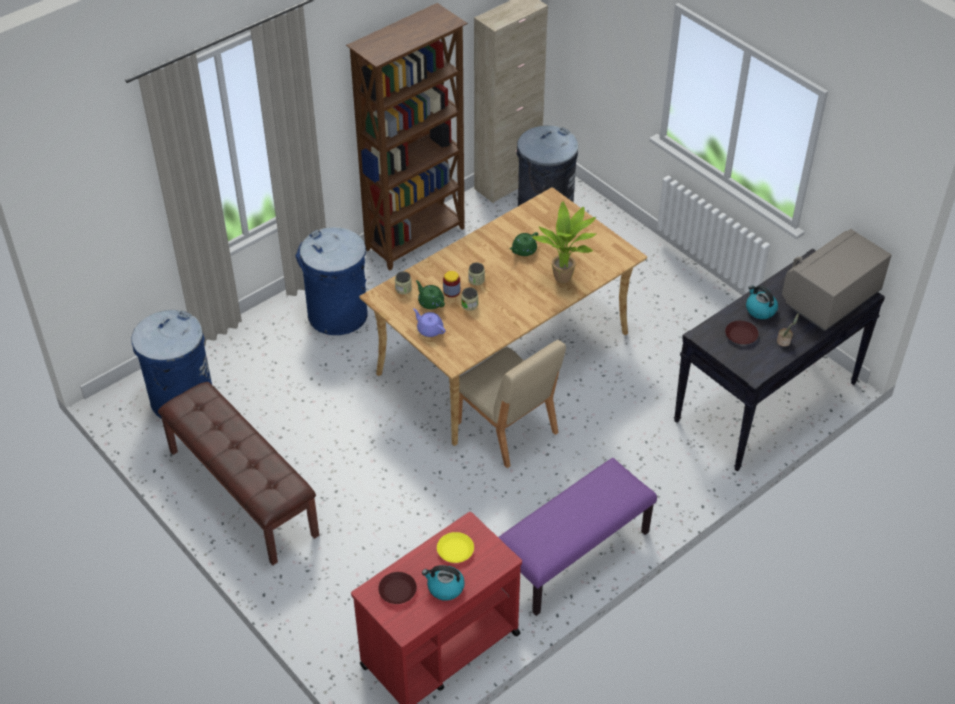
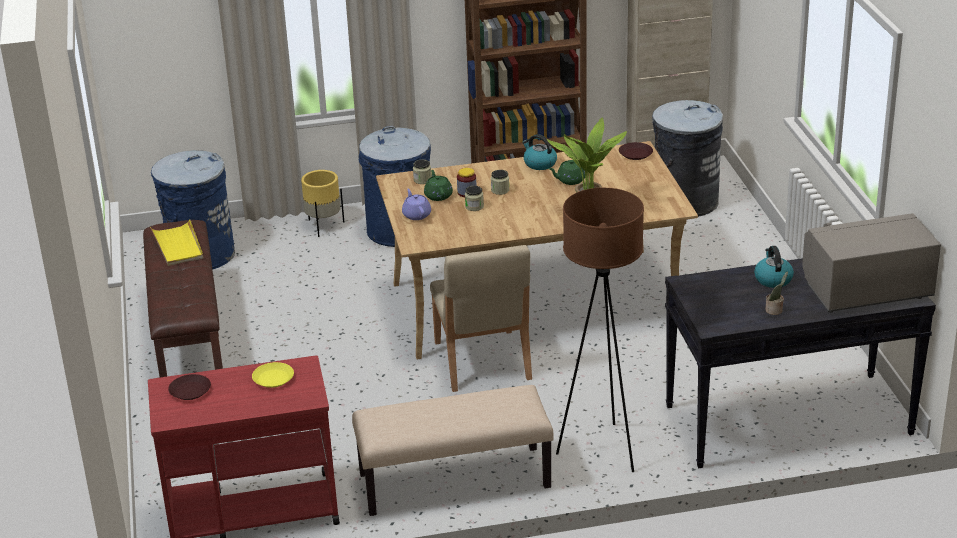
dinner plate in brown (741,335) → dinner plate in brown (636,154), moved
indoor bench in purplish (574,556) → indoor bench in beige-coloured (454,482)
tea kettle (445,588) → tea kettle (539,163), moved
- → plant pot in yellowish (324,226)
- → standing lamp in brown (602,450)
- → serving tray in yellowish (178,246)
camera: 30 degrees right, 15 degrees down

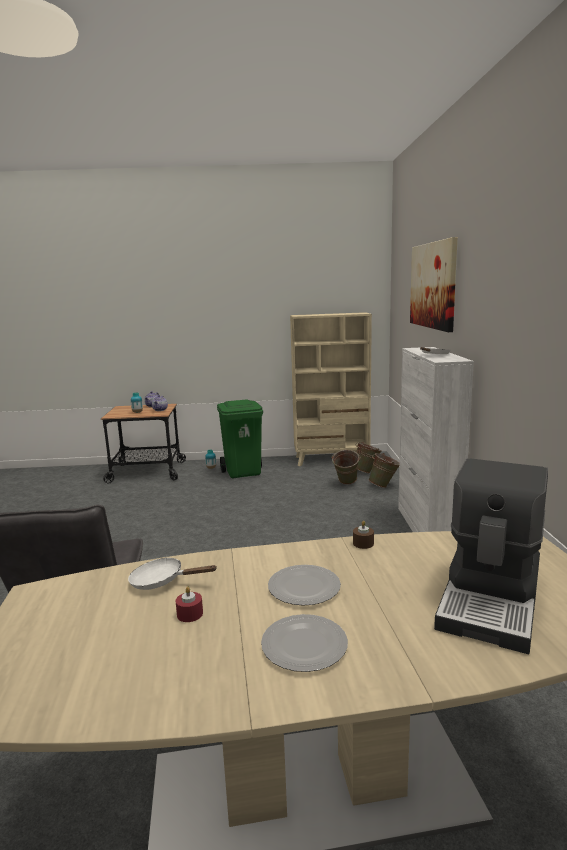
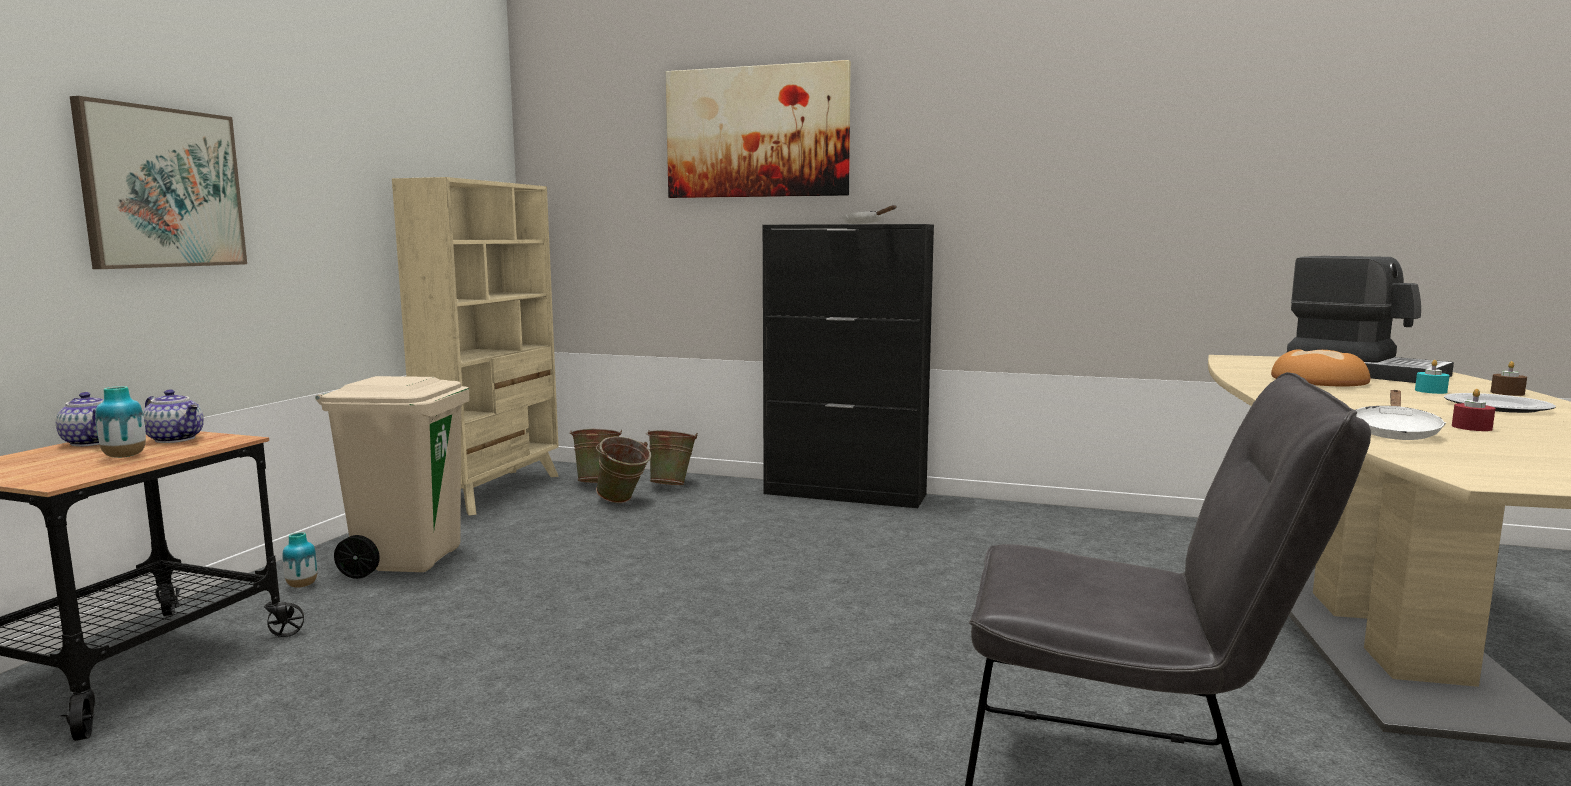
storage cabinet in white (427,529) → storage cabinet in black-coloured (845,494)
rubbish bin in greenish (243,472) → rubbish bin in beige-coloured (408,560)
wax light in brown (363,543) → wax light in brown (1507,393), moved
dinner plate (303,587) → -
- → picture (162,188)
- → bread (1319,381)
- → wax light in turquoise-coloured (1430,391)
camera: 70 degrees left, 5 degrees down

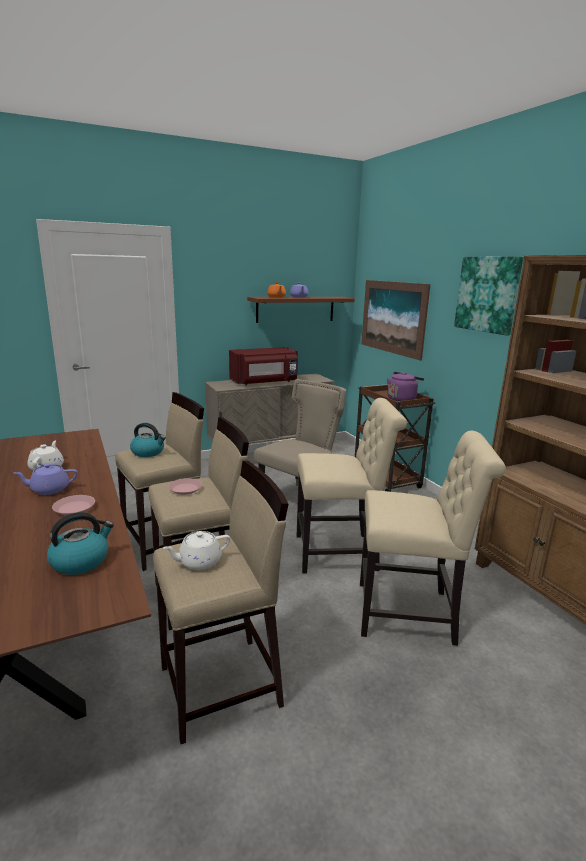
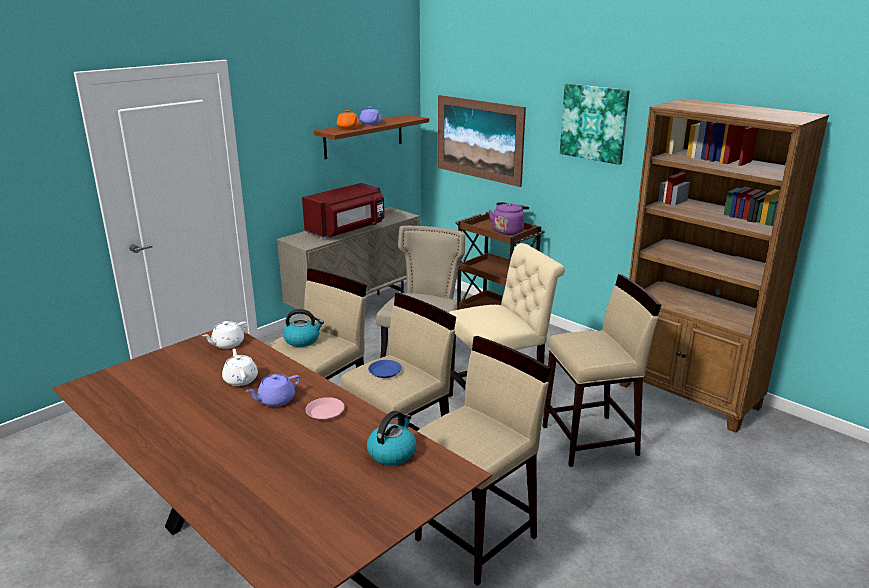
upright chair in beige-coloured (411,614) → sitting stool in beige-coloured (591,441)
dinner plate in pink-coloured (185,489) → dinner plate in bluish (385,371)
tea pot in white (199,562) → tea pot in white (227,344), moved
camera: 20 degrees left, 5 degrees up

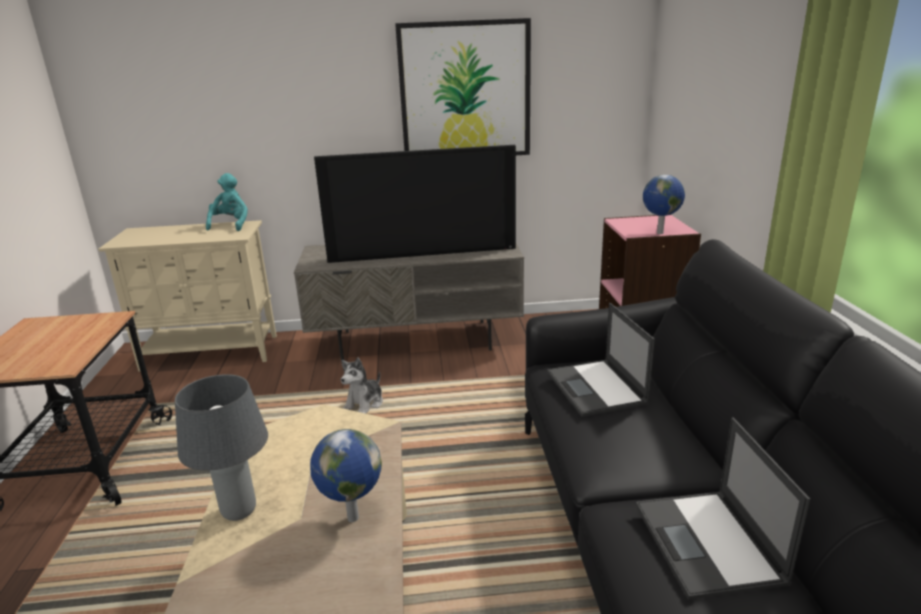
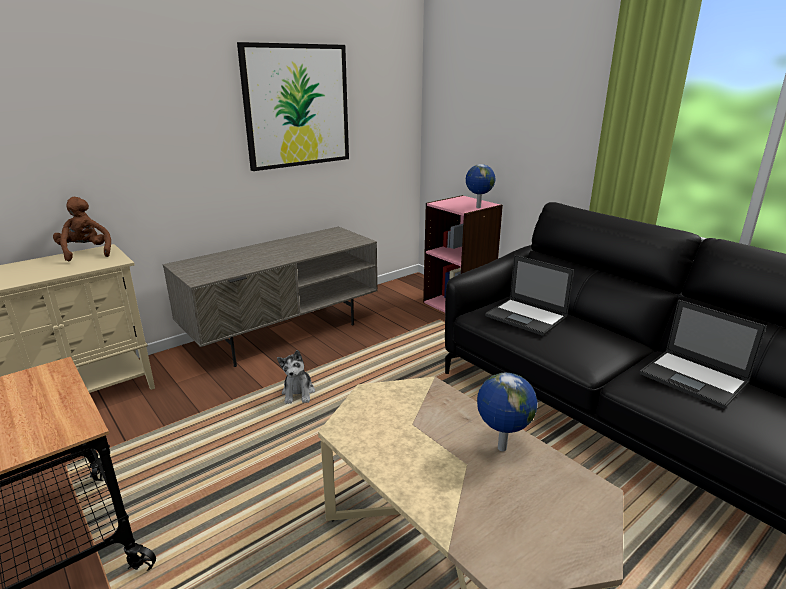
TV (423,251) → -
soft toy in turquoise-coloured (231,225) → soft toy in brown (86,253)
lamp for a table in grey (240,511) → -
camera: 35 degrees left, 0 degrees up

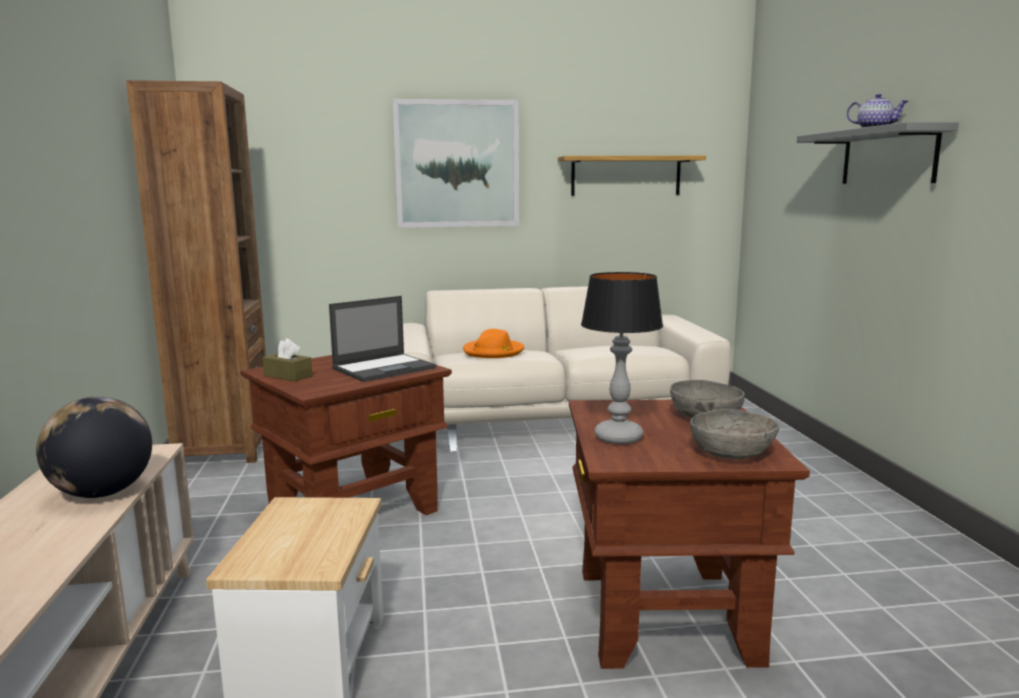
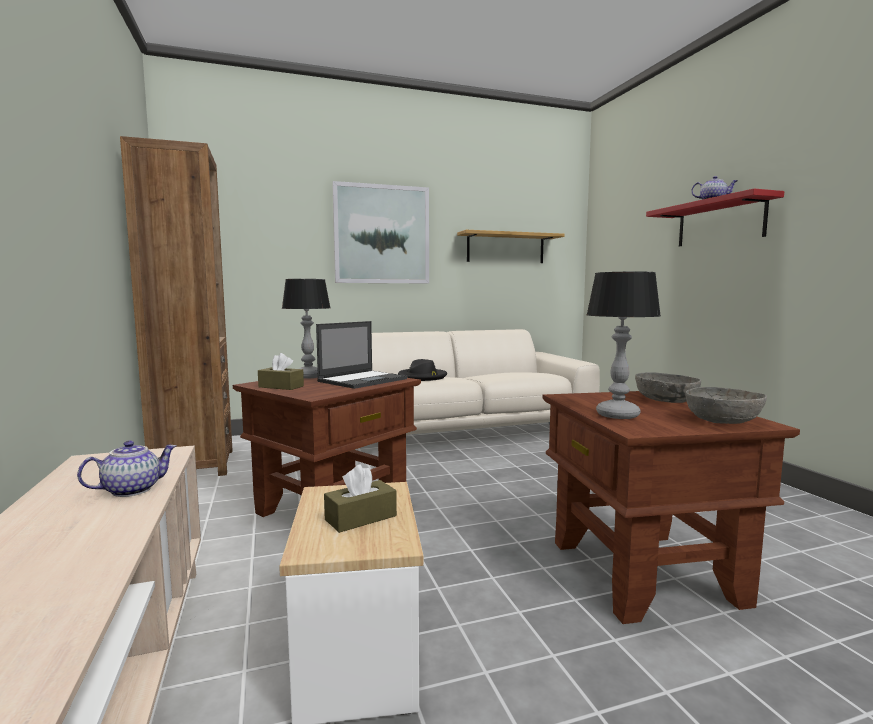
bracket shelf in grey (888,156) → bracket shelf in red-coloured (720,222)
clothing hat in orange-coloured (493,352) → clothing hat in black-coloured (422,377)
world globe (102,493) → tea pot (132,490)
- → lamp for a table (309,376)
- → tissue holder in brown (361,518)
camera: 10 degrees left, 5 degrees down

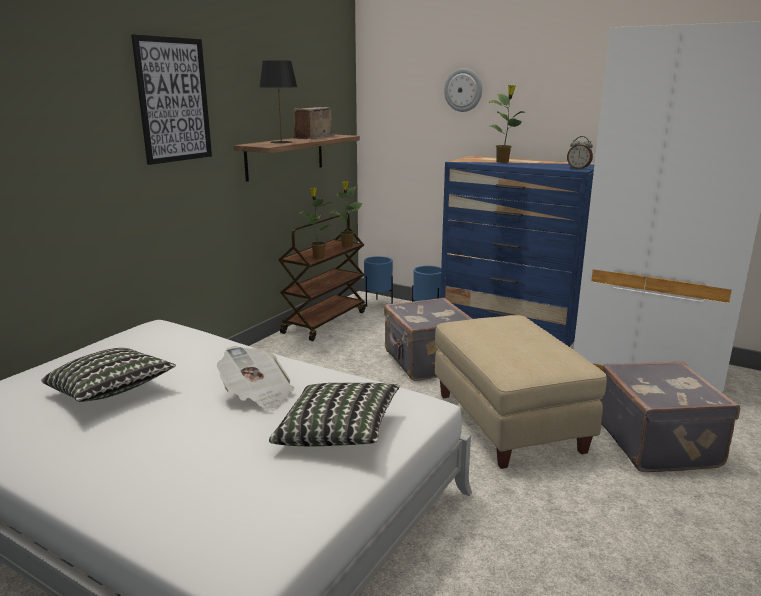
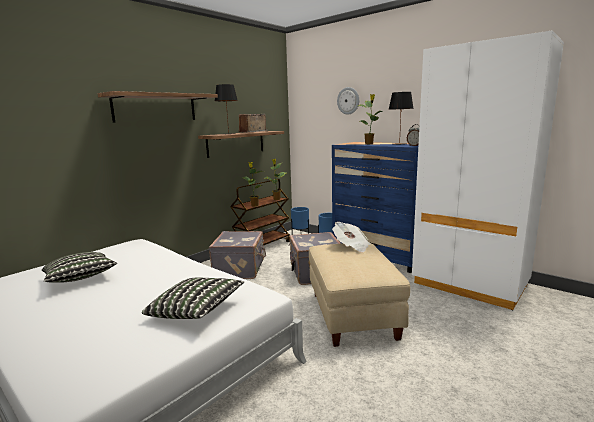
picture (173,100) → bracket shelf (155,108)
newspaper (257,395) → newspaper (351,246), moved
piece of luggage in grey (658,443) → piece of luggage in grey (240,269), moved
- → lamp for a table in black-coloured (399,144)
camera: 10 degrees right, 5 degrees down

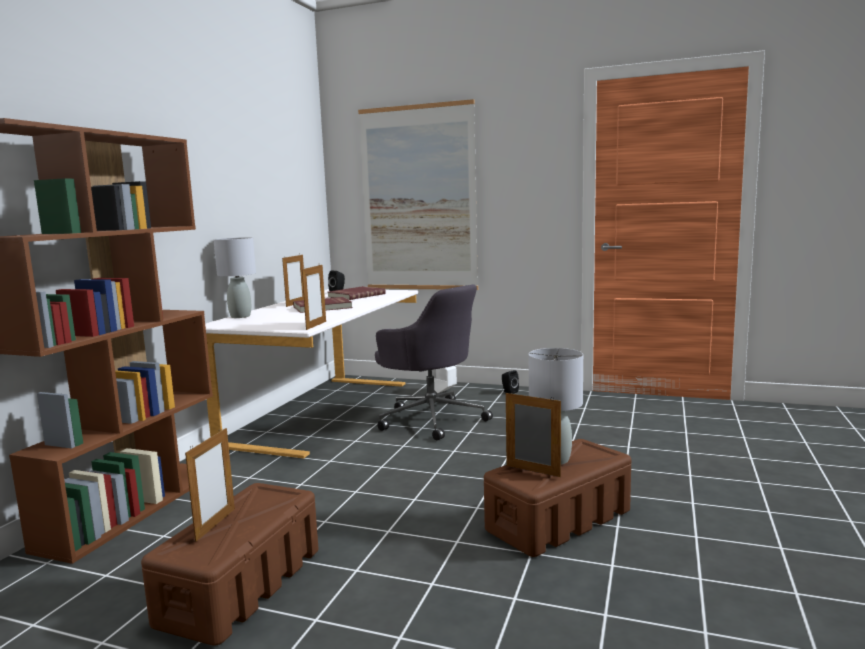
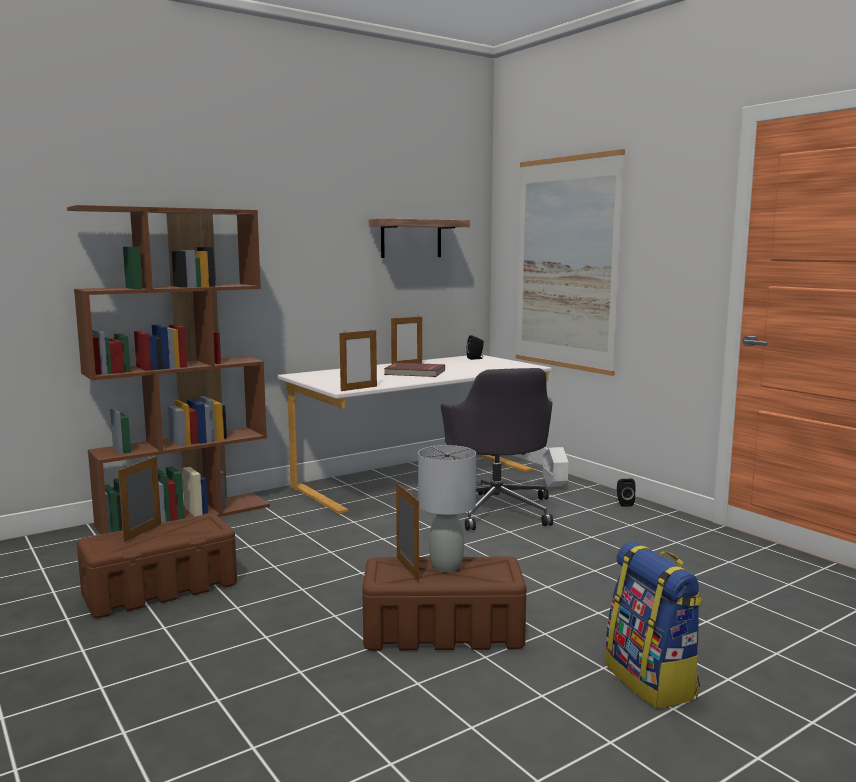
lamp for a table in grey (240,316) → -
bound book in red-coloured (356,295) → -
photo frame (215,524) → photo frame (143,532), 150 degrees clockwise
- → bracket shelf (411,238)
- → rucksack (652,681)
camera: 35 degrees right, 0 degrees up

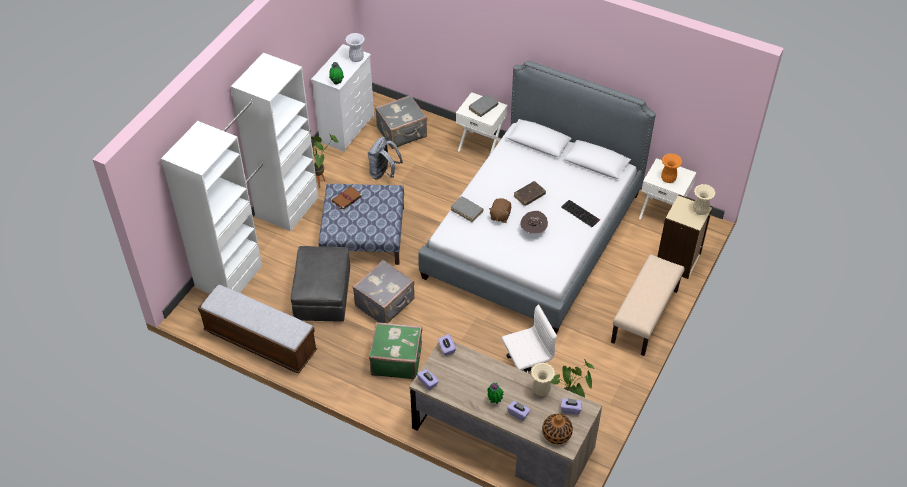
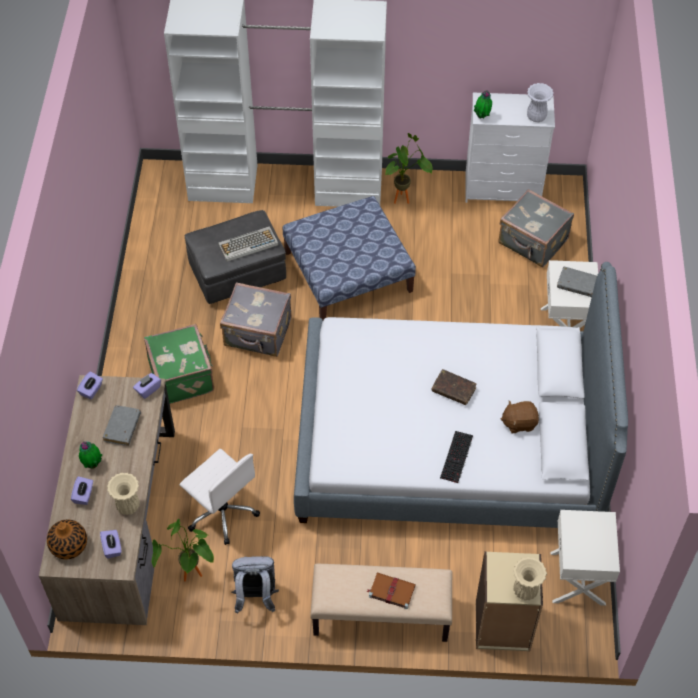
rucksack in grey (384,173) → rucksack in grey (255,597), moved
decorative vase in orange-coloured (668,179) → -
bound book in brown (346,199) → bound book in brown (391,591), moved
bound book in grey (467,211) → bound book in grey (122,428), moved
soft toy in brown (500,216) → soft toy in brown (519,422), moved
clothing hat in brown (533,230) → -
indoor bench (260,342) → -
- → PC keyboard (247,245)
camera: 65 degrees right, 5 degrees up

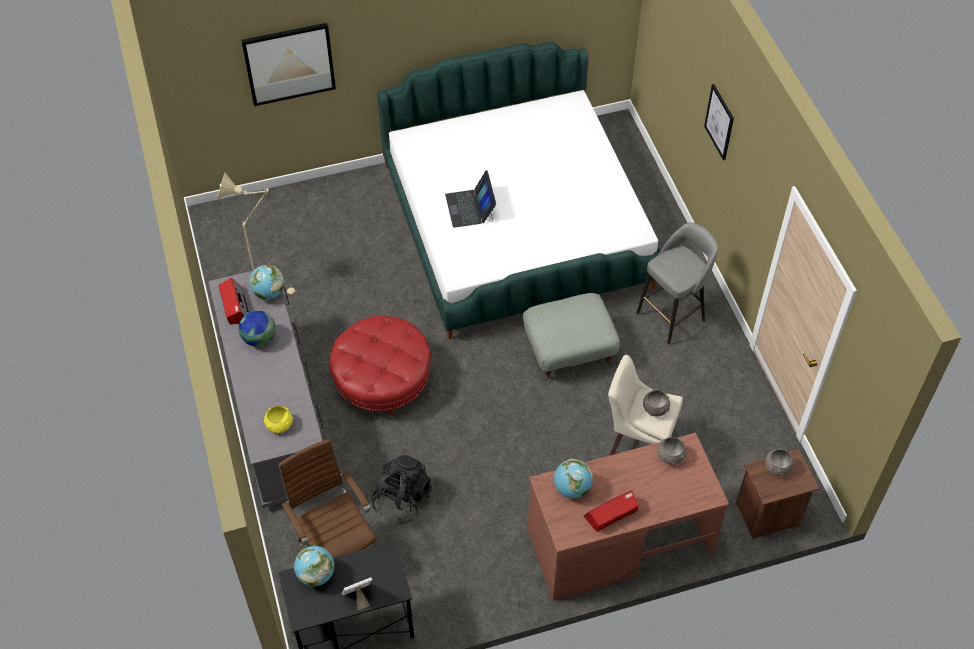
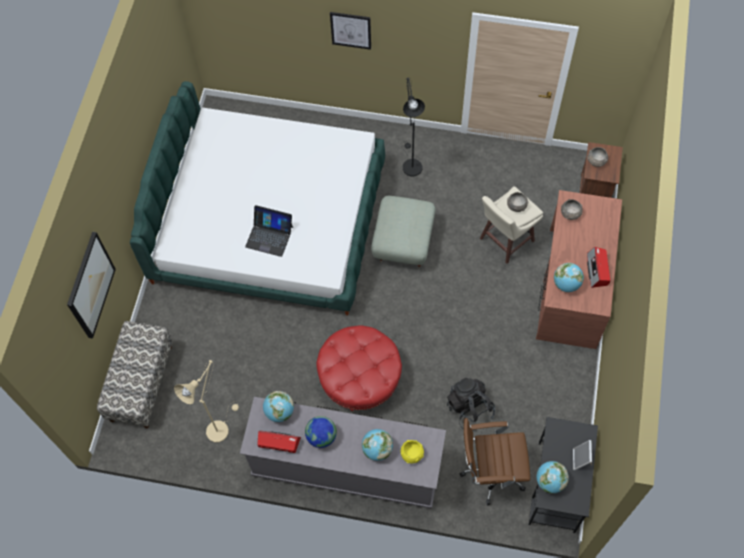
sitting stool in grey (672,316) → standing lamp in black-coloured (410,164)
- → indoor bench (141,383)
- → world globe (377,449)
camera: 60 degrees left, 10 degrees up

